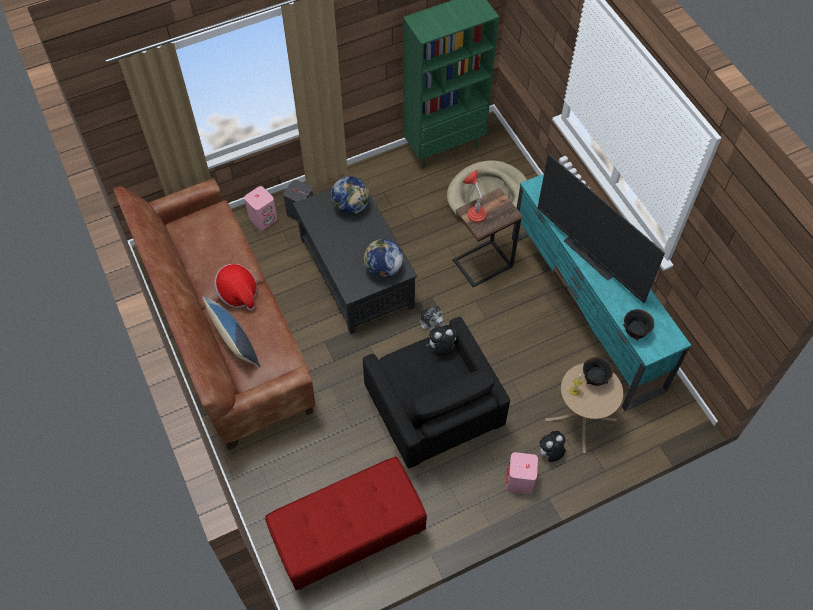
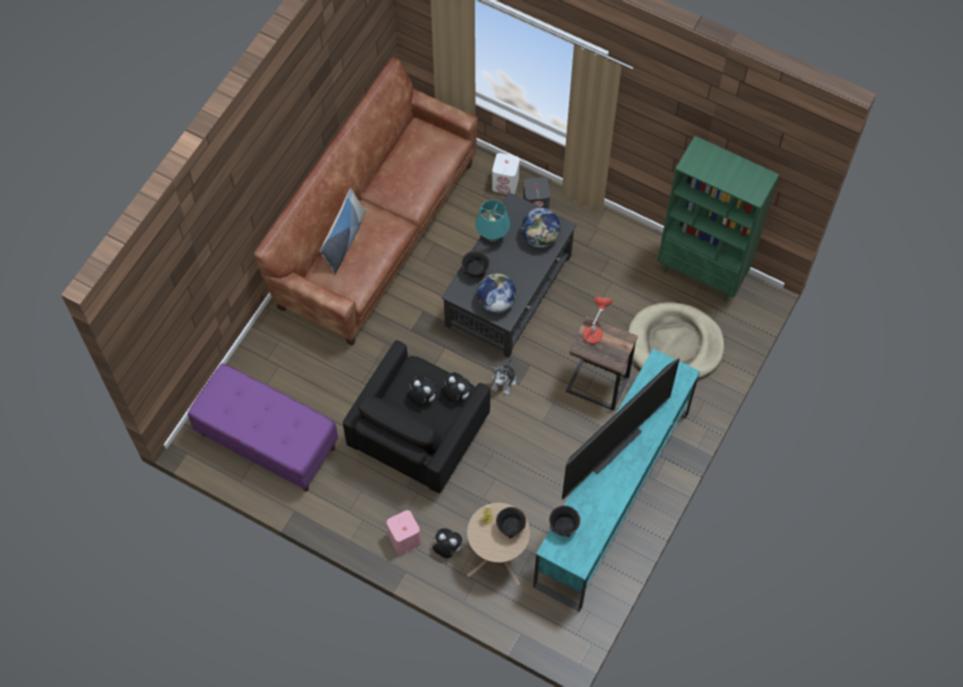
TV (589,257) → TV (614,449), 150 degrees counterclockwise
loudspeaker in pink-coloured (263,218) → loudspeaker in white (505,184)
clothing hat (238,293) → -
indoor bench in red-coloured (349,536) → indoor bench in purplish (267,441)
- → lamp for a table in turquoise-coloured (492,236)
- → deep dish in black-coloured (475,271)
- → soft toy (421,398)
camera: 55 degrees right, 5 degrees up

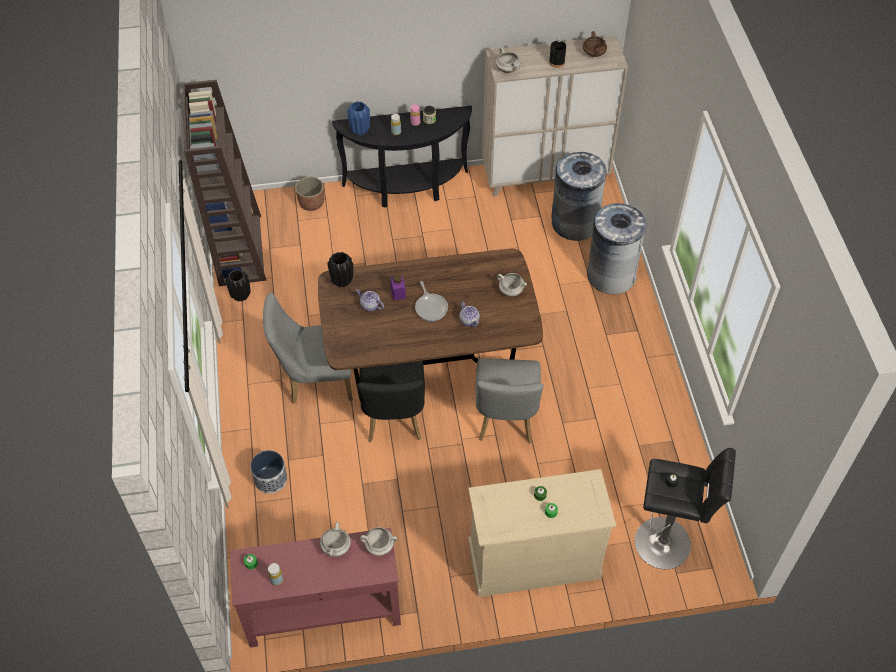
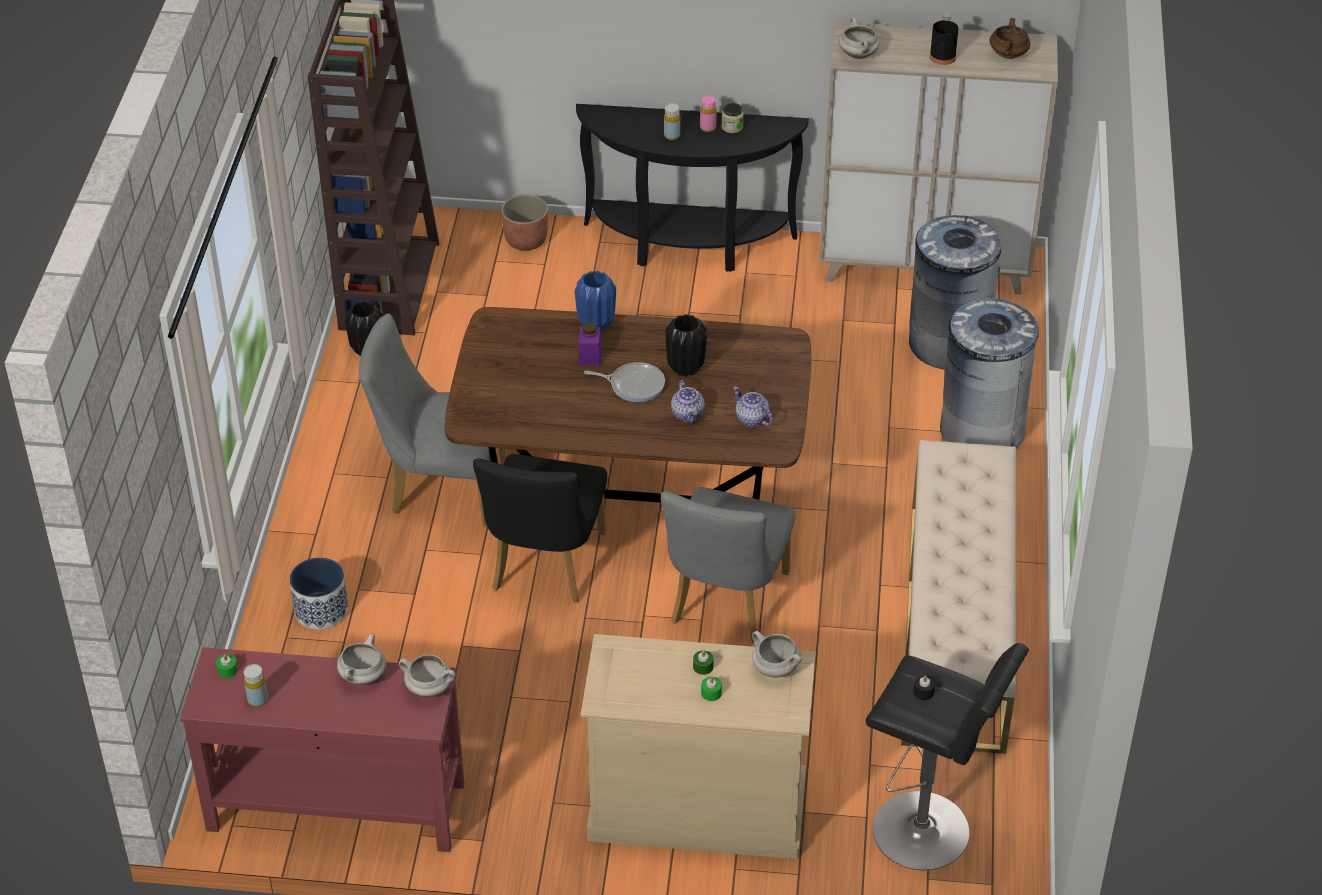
decorative vase in bluish (360,130) → decorative vase in bluish (596,324), moved
decorative vase in black-coloured (342,281) → decorative vase in black-coloured (685,368), moved
cooking pot in white (510,291) → cooking pot in white (774,668), moved
frying pan (431,307) → frying pan (634,385), 75 degrees counterclockwise
tea pot (370,306) → tea pot (751,419), moved
- → indoor bench in beige-coloured (957,625)
camera: 15 degrees right, 10 degrees down

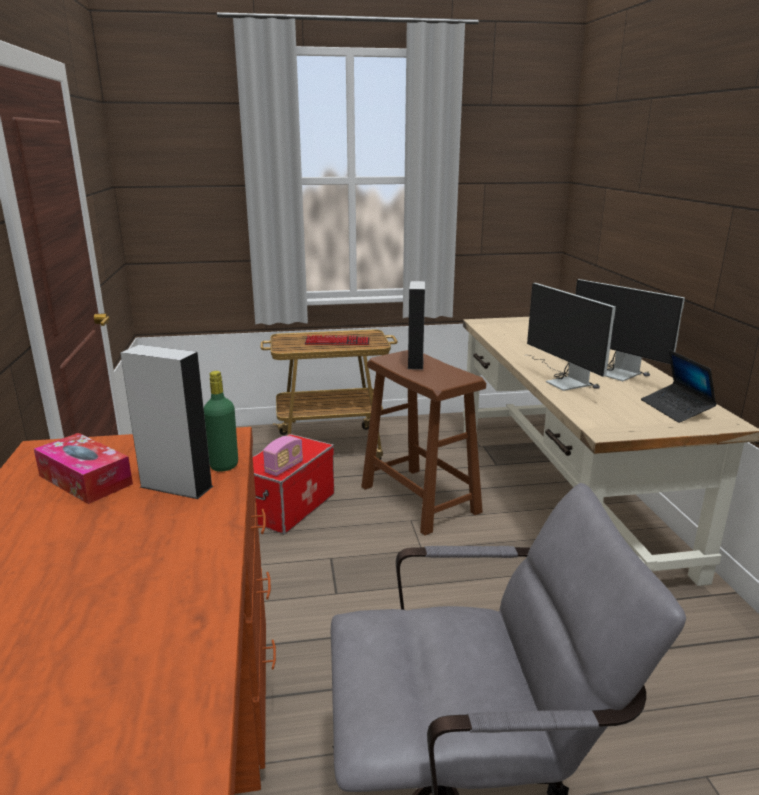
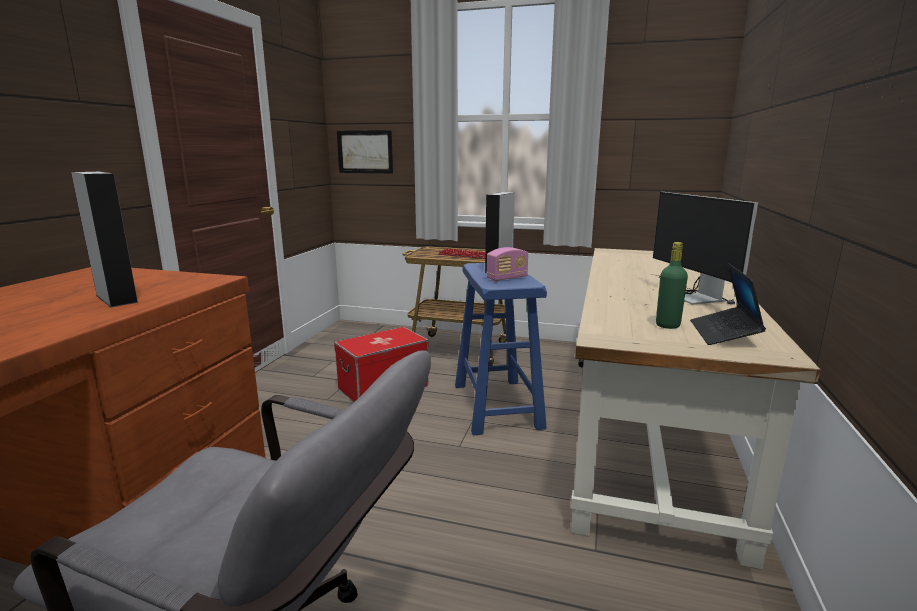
computer screen (562,380) → -
sitting stool in brown (419,499) → sitting stool in bluish (496,405)
beverage bottle in greenish (224,465) → beverage bottle in greenish (667,325), moved
tissue holder (85,480) → -
radio (284,468) → radio (507,278), moved
- → picture (365,151)
camera: 25 degrees right, 5 degrees down

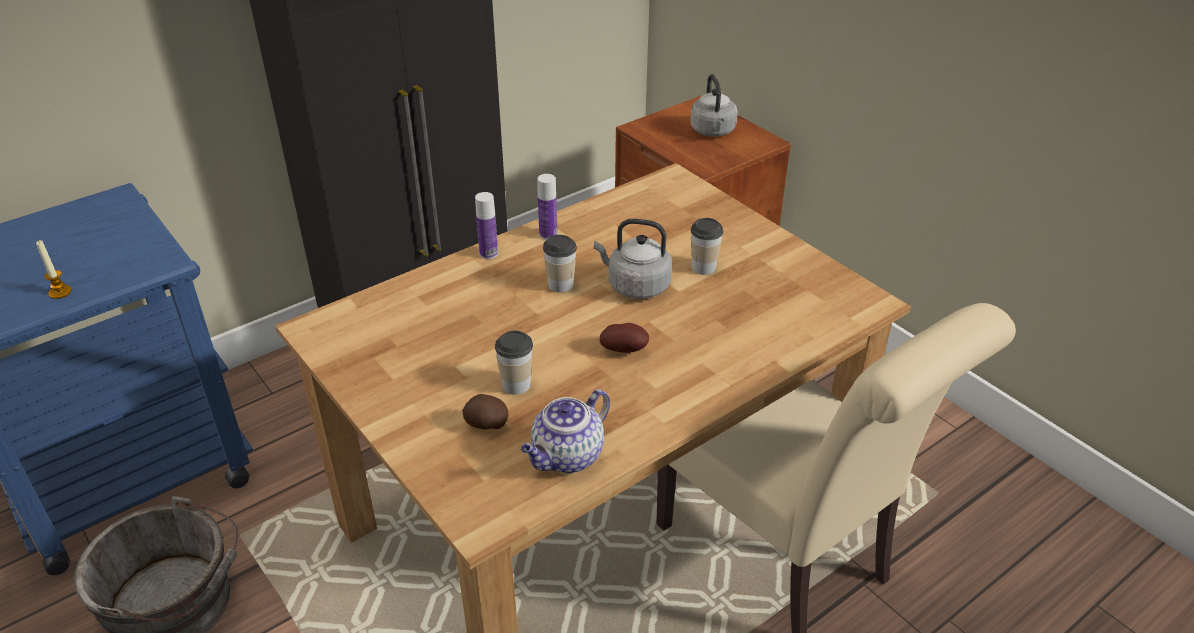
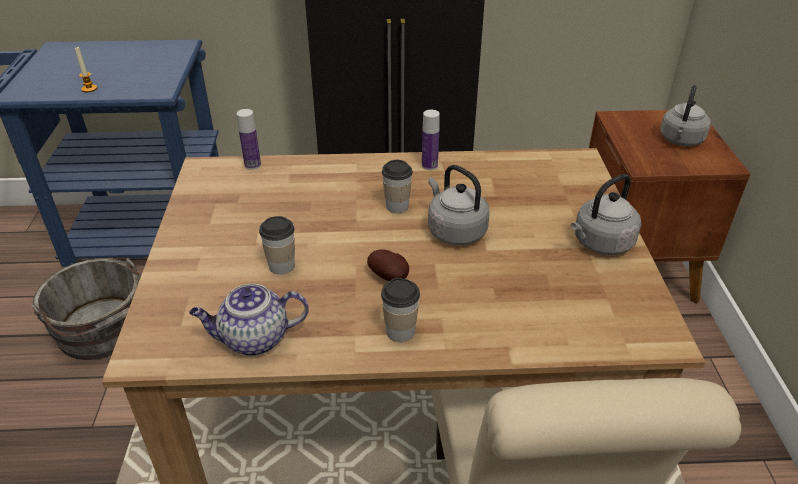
beverage bottle (488,254) → beverage bottle (252,165), moved
small cup (703,267) → small cup (400,332), moved
spud (486,424) → -
- → tea kettle in grey (600,243)
camera: 35 degrees right, 0 degrees up

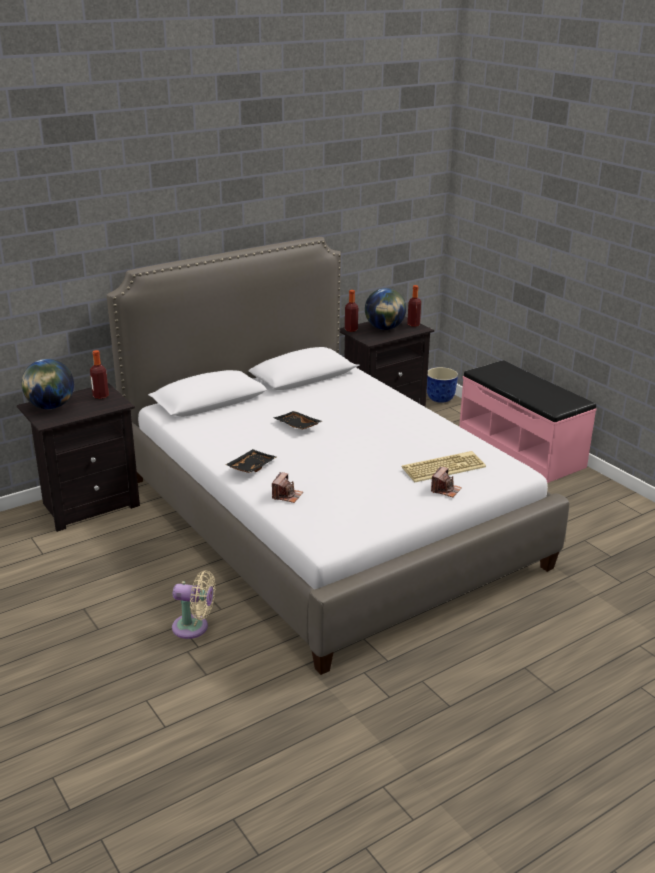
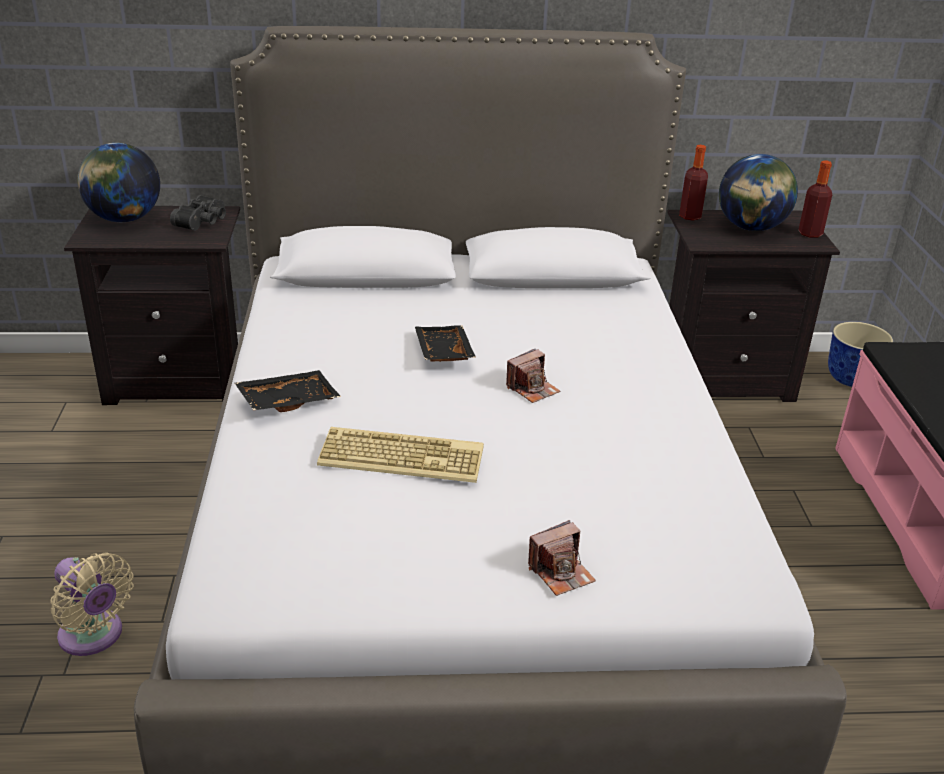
beverage bottle (100,396) → pair of binoculars in black-coloured (203,222)
PC keyboard (443,467) → PC keyboard (403,455), moved
still camera (287,495) → still camera (532,389), moved
camera: 30 degrees right, 5 degrees up

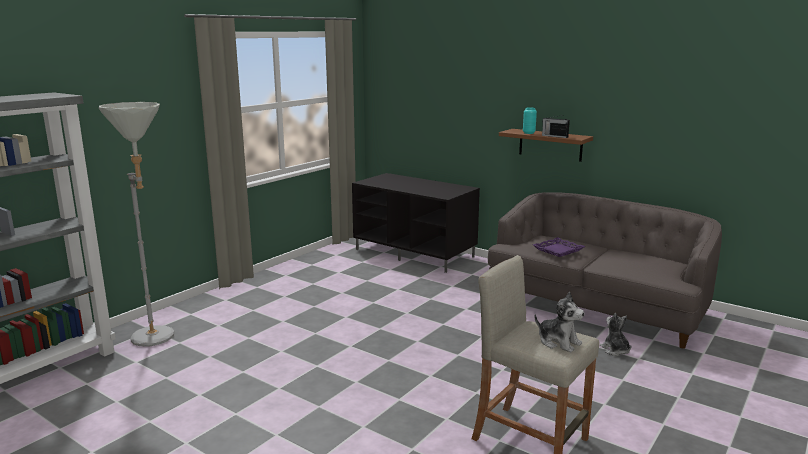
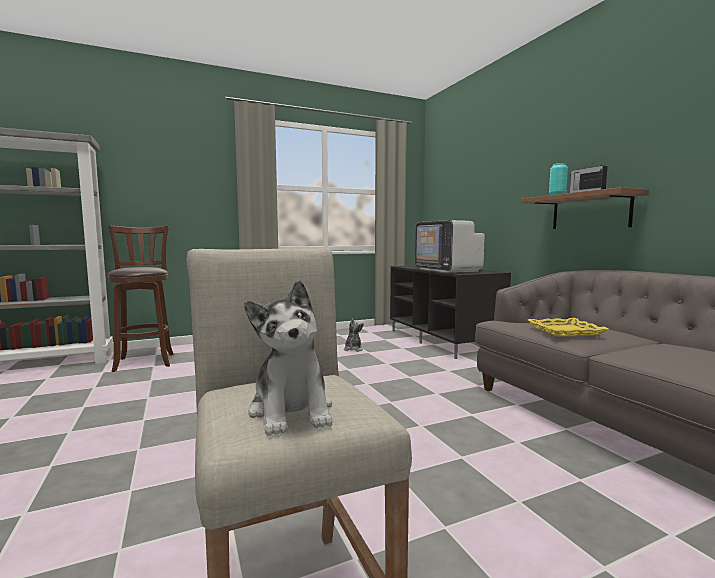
standing lamp in grey (157,340) → sitting stool in brown (145,361)
serving tray in purplish (558,250) → serving tray in yellowish (565,331)
soft toy (615,350) → soft toy (353,349), moved
- → TV (447,270)
camera: 30 degrees right, 10 degrees down

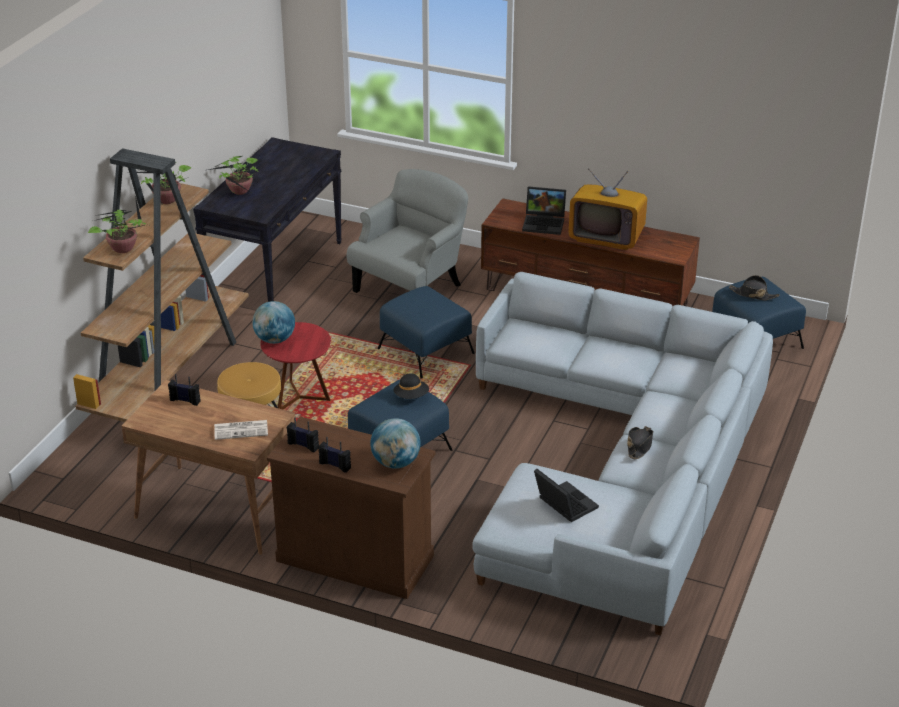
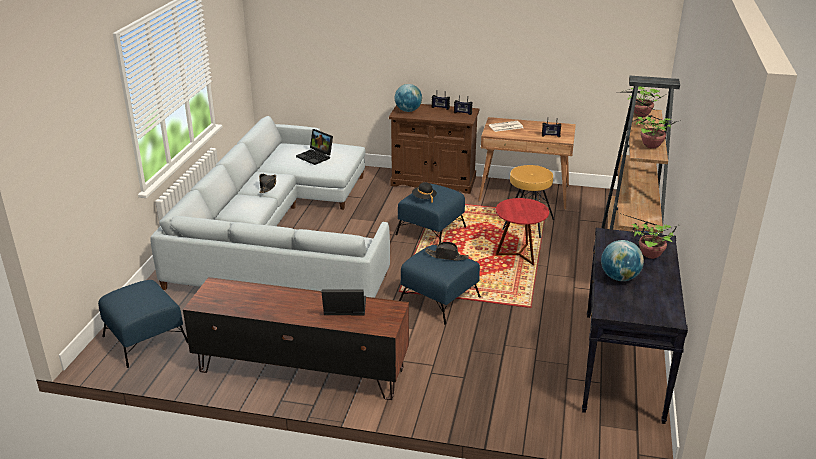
TV (606,236) → -
armchair in grey (411,287) → -
clothing hat in black-coloured (753,294) → clothing hat in black-coloured (447,256), moved
world globe (274,340) → world globe (619,278), moved
camera: 170 degrees right, 5 degrees down

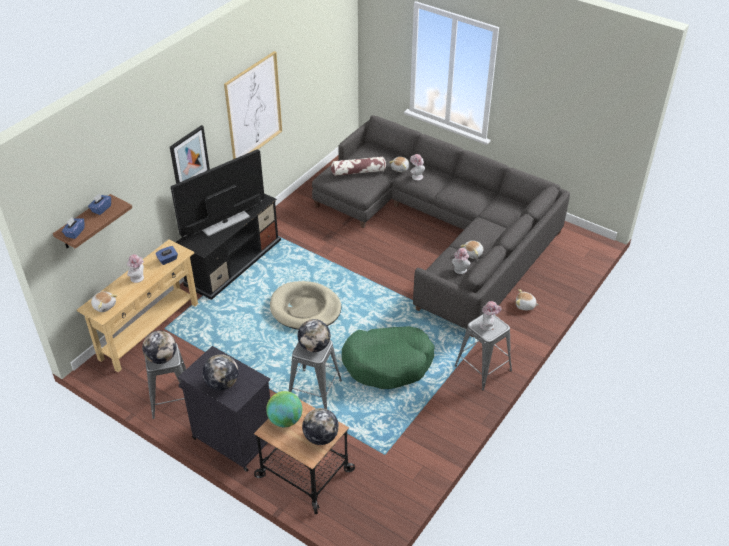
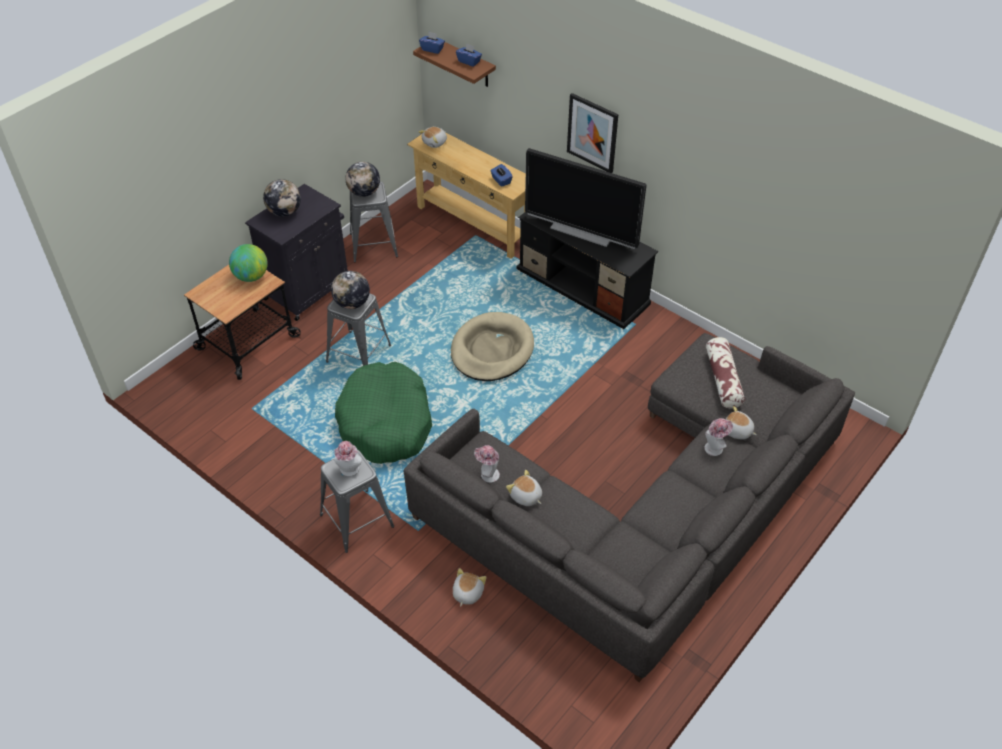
picture (253,108) → -
TV (225,222) → TV (582,232), 150 degrees clockwise
clothing hat (138,278) → -
world globe (321,437) → -
camera: 95 degrees right, 5 degrees up

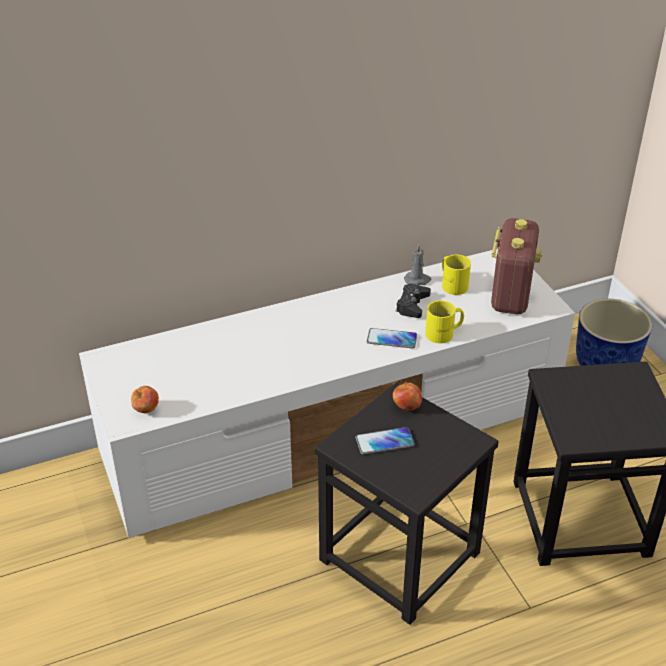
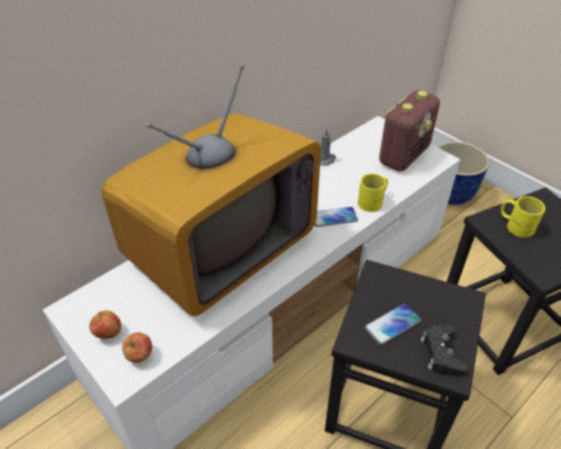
radio (510,294) → radio (404,155), 45 degrees clockwise
mug in yellowish (453,283) → mug in yellowish (516,224), moved
game controller in black-coloured (412,305) → game controller in black-coloured (441,353), moved
apple fruit (406,407) → apple fruit (108,333), moved
- → TV (220,249)
camera: 20 degrees left, 5 degrees up

